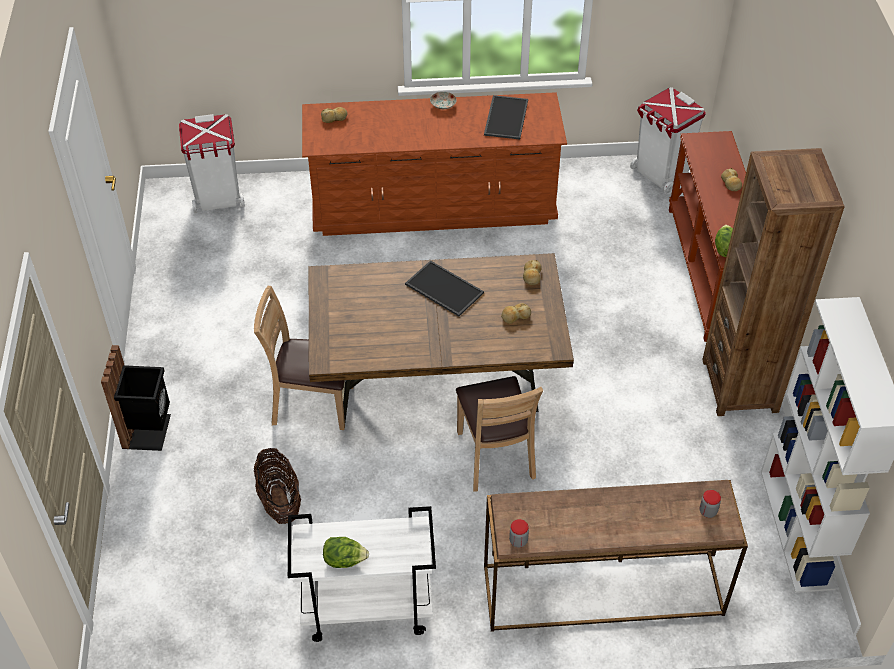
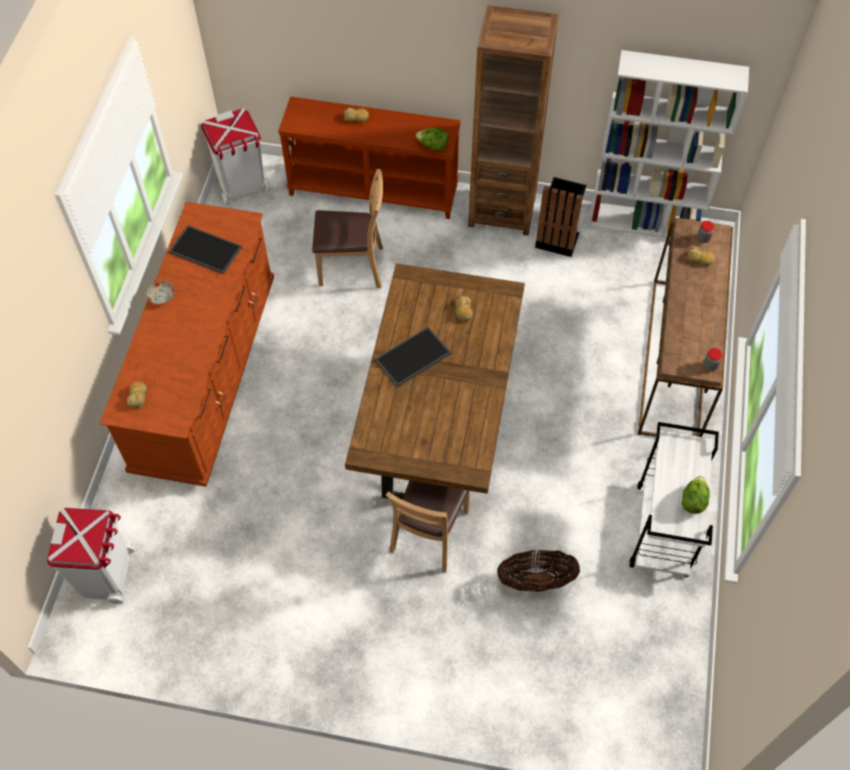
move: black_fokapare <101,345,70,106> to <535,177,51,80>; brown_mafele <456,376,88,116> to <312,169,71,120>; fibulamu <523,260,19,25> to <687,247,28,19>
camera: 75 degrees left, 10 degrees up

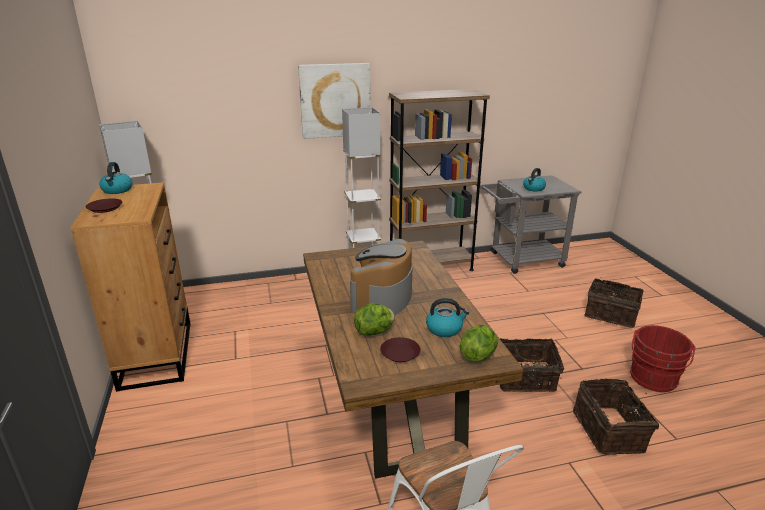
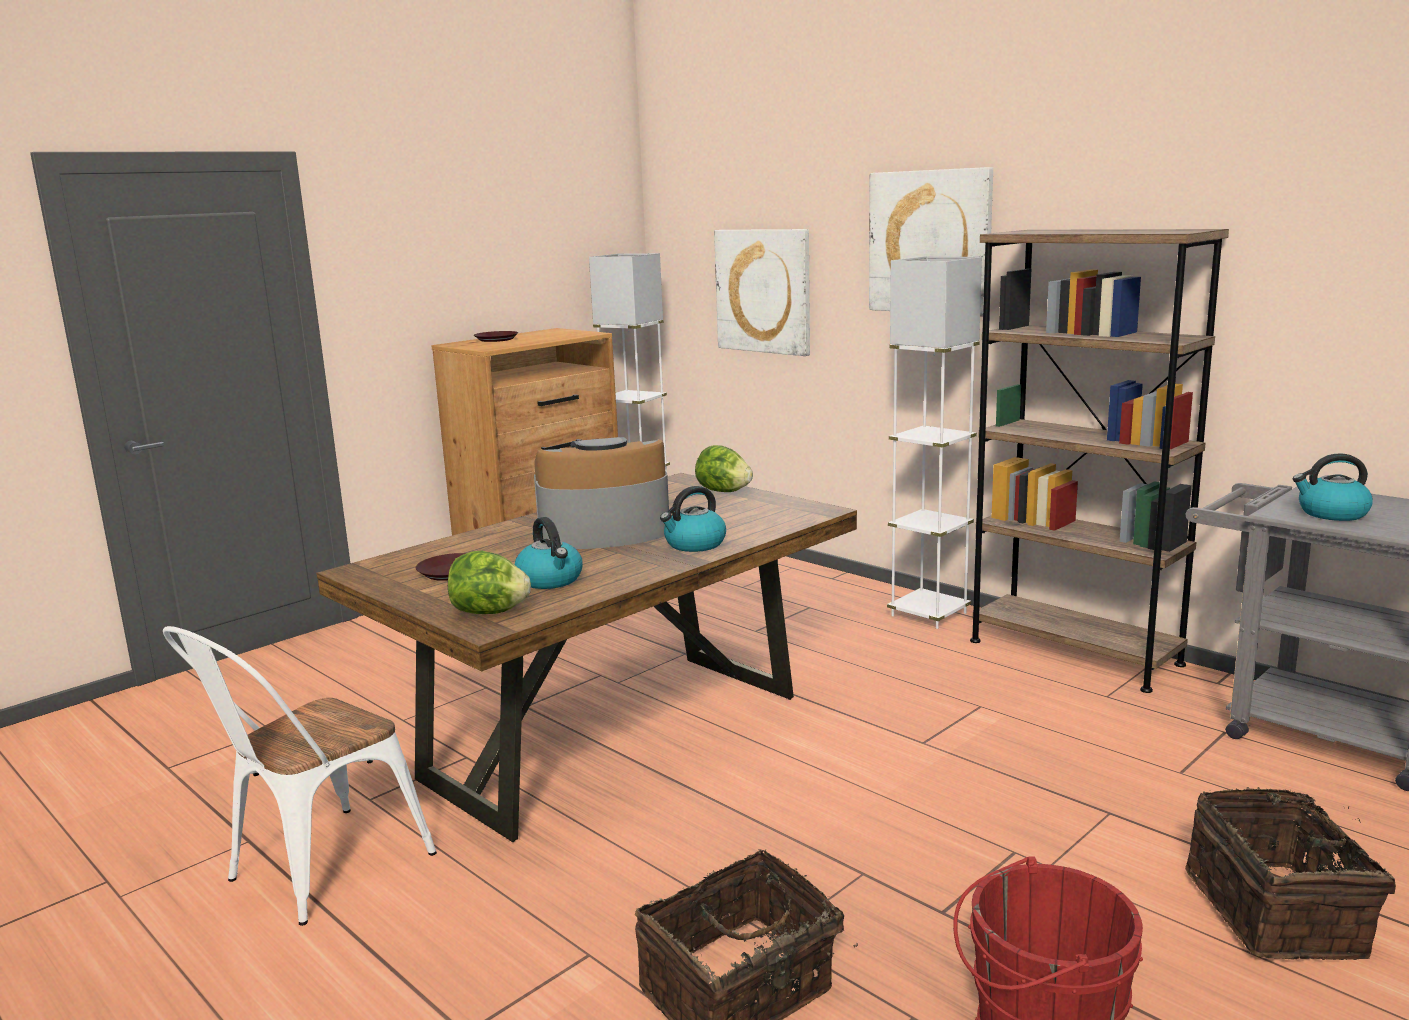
delete: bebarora <500,338,64,54>
insert: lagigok <714,229,96,127>
move: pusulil <99,162,34,32> to <660,486,66,66>; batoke <354,304,41,32> to <695,445,58,47>
camera: 60 degrees right, 10 degrees down

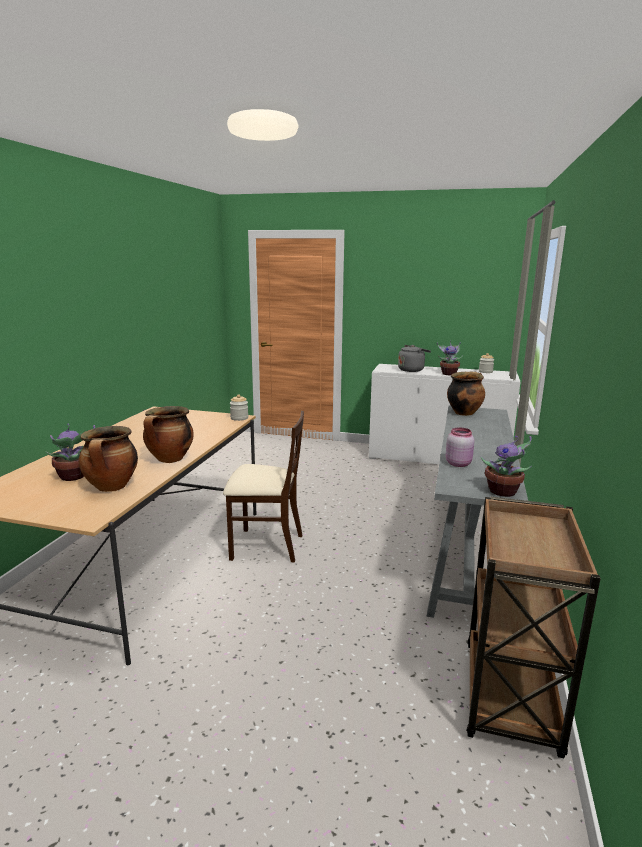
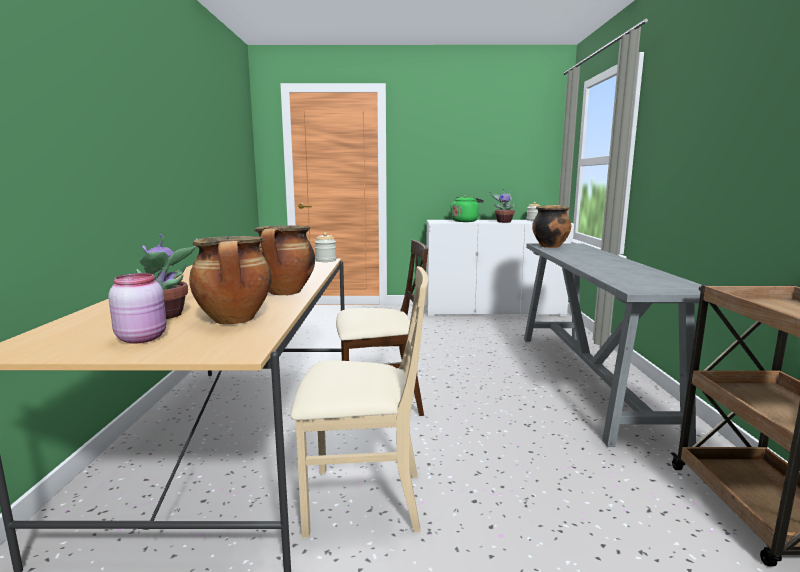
delete: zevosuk <481,436,51,61>
insert: beige_mafele <290,266,138,272>
move: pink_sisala <446,428,29,39> to <108,273,58,71>
recolor: grey_pusulil <398,345,33,27> to green_pusulil <450,195,34,27>
camera: 15 degrees left, 5 degrees down

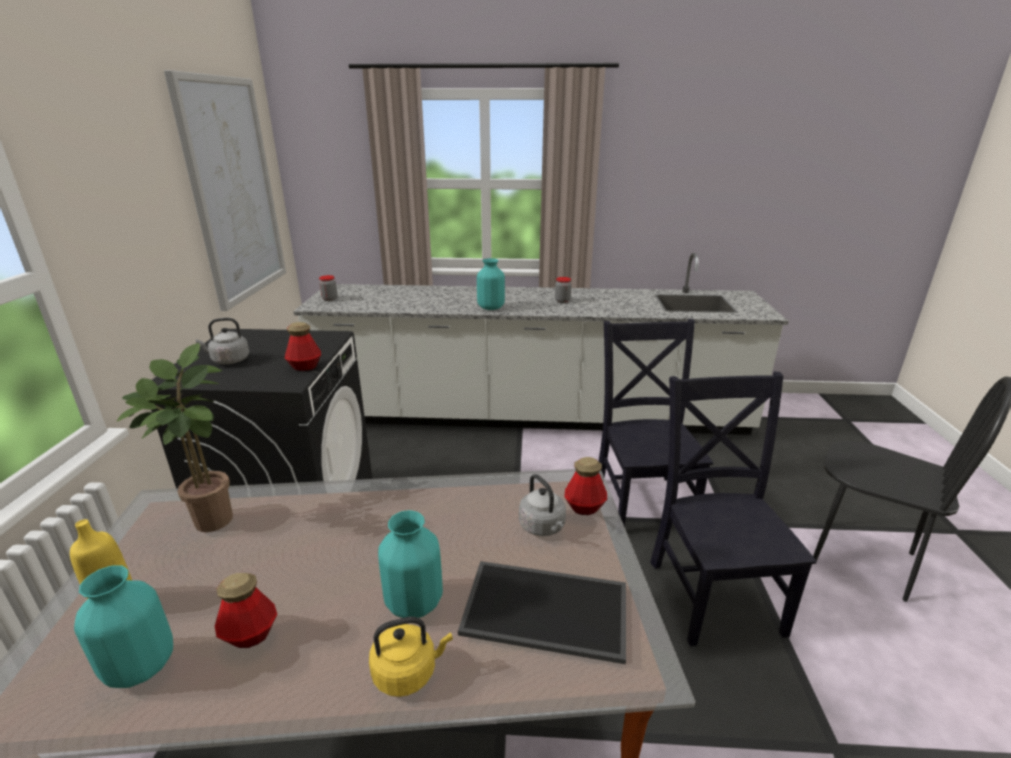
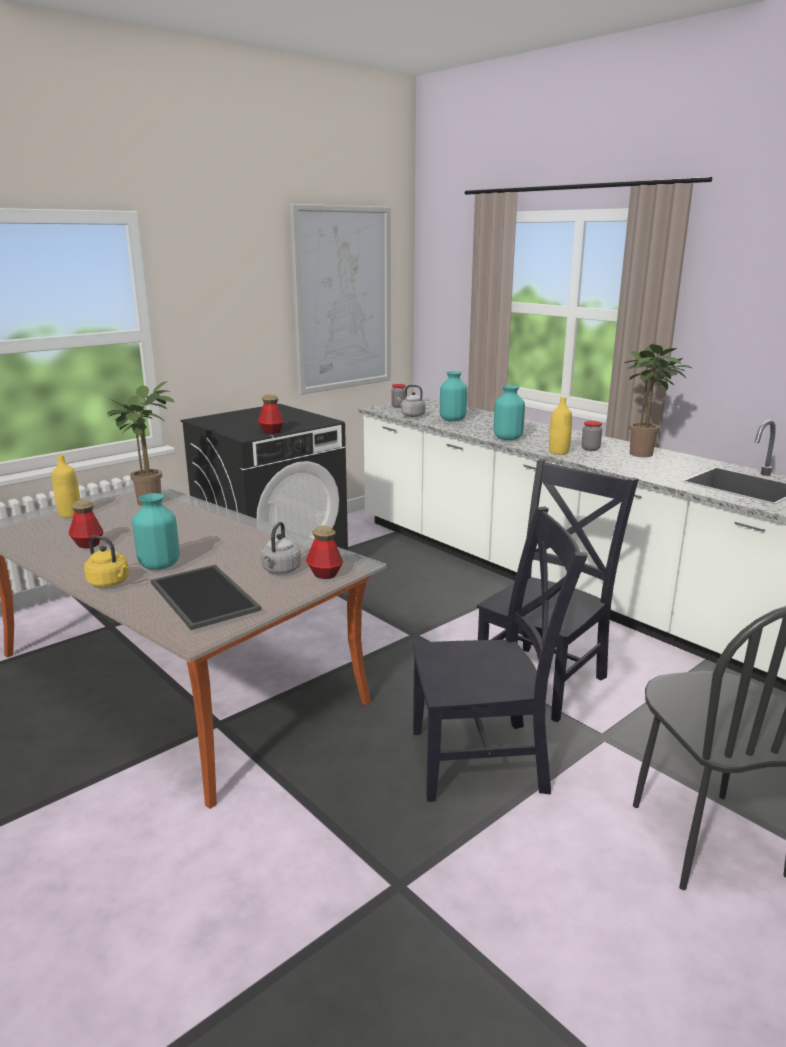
insert: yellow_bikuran <549,397,23,58>; zevosuk <625,344,67,113>
move: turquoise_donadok <74,565,99,123> to <440,371,27,50>; grey_pusulil <196,318,53,46> to <397,385,28,32>
rotate: black_mafele <650,372,167,274> = <413,506,175,296> 45 degrees clockwise
camera: 45 degrees right, 5 degrees down

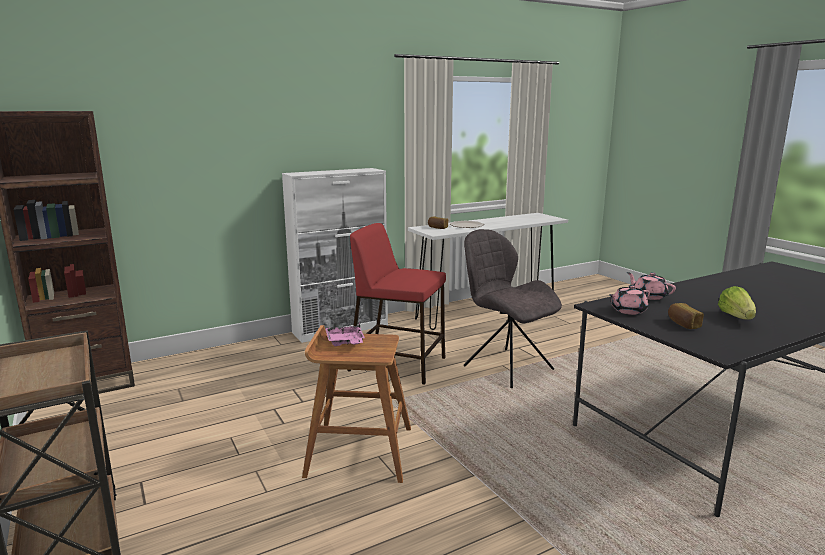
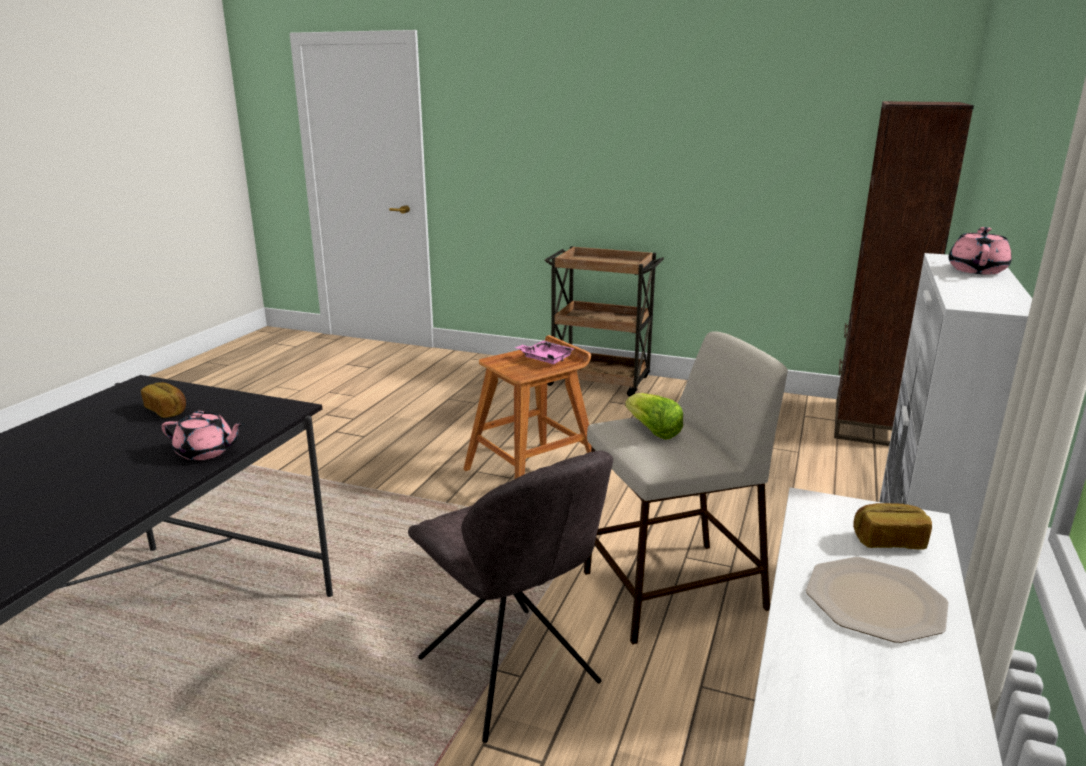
move: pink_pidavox <610,285,40,30> to <949,227,63,48>; batoke <718,286,38,34> to <625,393,58,47>
recolor: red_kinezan <348,223,98,162> to beige_kinezan <584,331,203,313>
rotate: grey_mafele <464,229,98,159> = <408,450,205,293> 45 degrees clockwise
camera: 140 degrees right, 5 degrees up

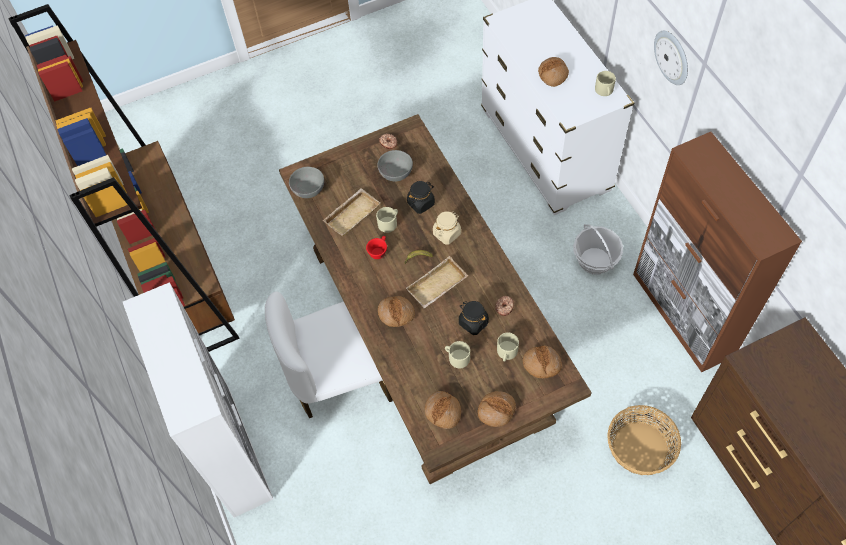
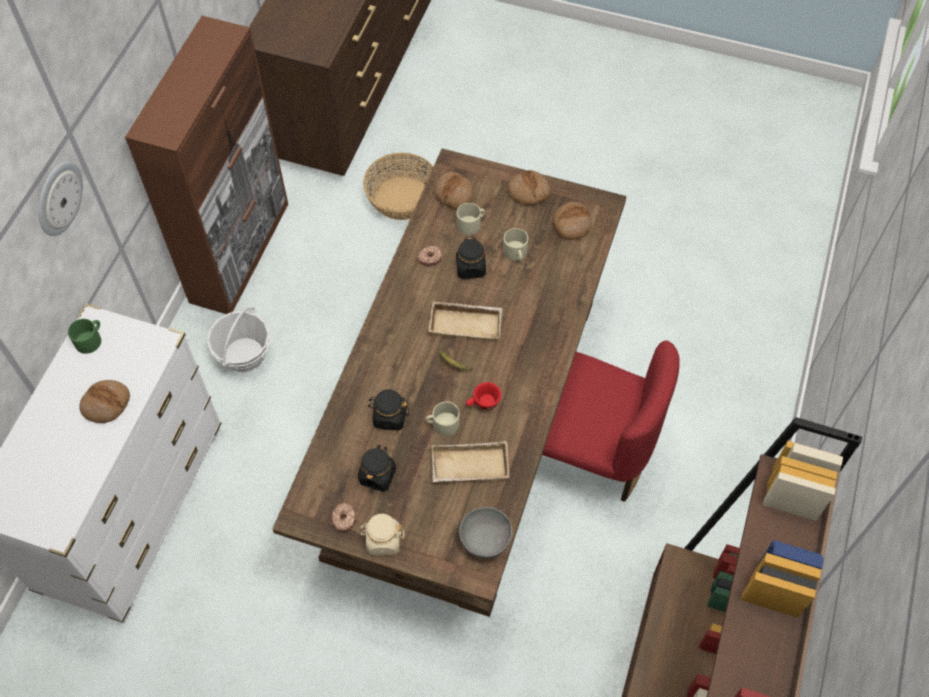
delete: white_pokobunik <123,282,150,236>; fibulamu <378,296,37,31>
move: beige_sisala <433,211,28,34> to <360,514,44,41>
replace: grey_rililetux <378,150,35,31> to black_sisala <358,445,38,46>
recolor: white_mafele <265,291,128,127> to red_mafele <542,340,138,162>; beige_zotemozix <595,71,21,25> to green_zotemozix <68,319,33,35>
camera: 140 degrees left, 0 degrees up

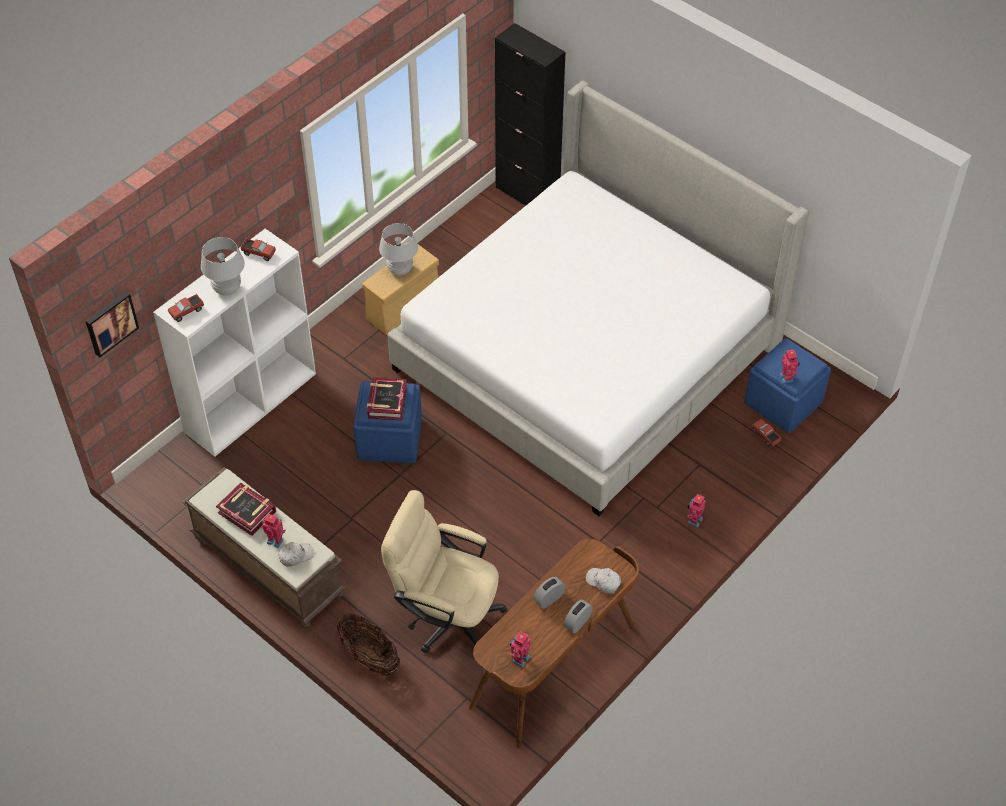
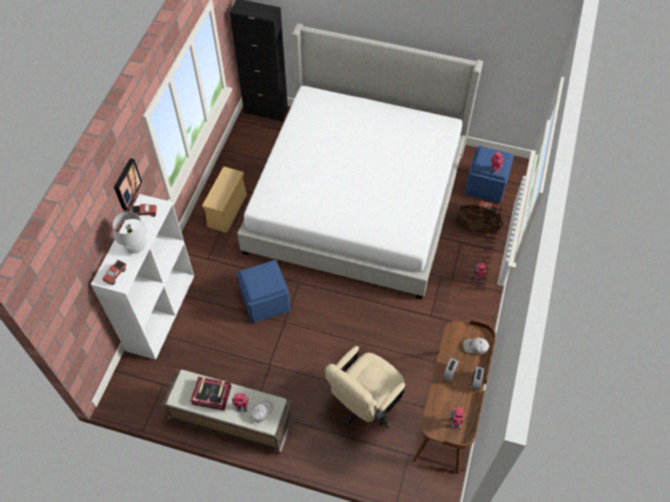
delete: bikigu <367,377,40,43>; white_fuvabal <379,223,39,52>
move: lagigok <86,291,53,66> to <114,158,28,53>; bebarora <337,613,63,64> to <456,205,48,28>
rotate: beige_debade <381,490,126,164> = <325,346,80,82> 45 degrees counterclockwise
camera: 25 degrees left, 5 degrees up

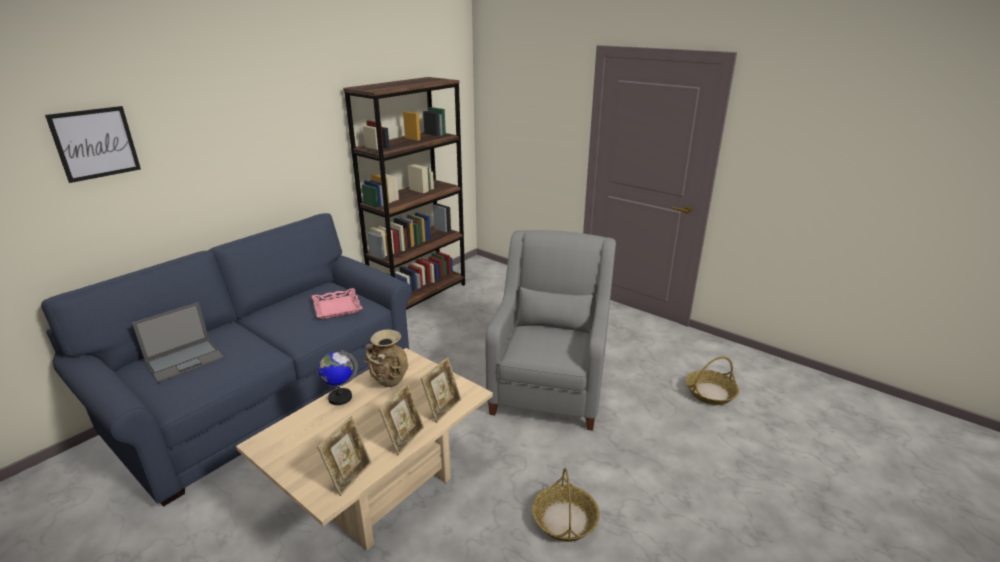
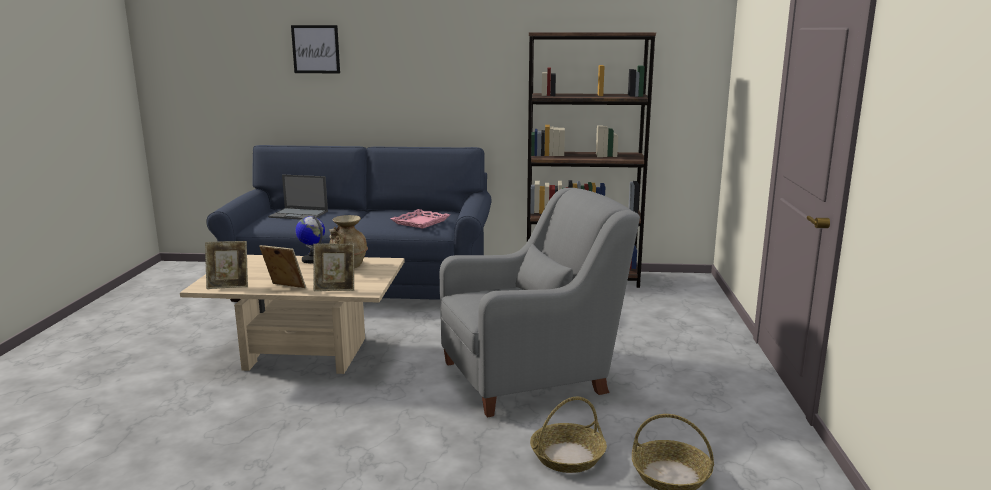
move: bebarora <532,468,68,74> to <530,397,77,76>
rotate: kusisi <379,383,45,72> = <259,245,47,43> 150 degrees counterclockwise
camera: 55 degrees right, 10 degrees down

